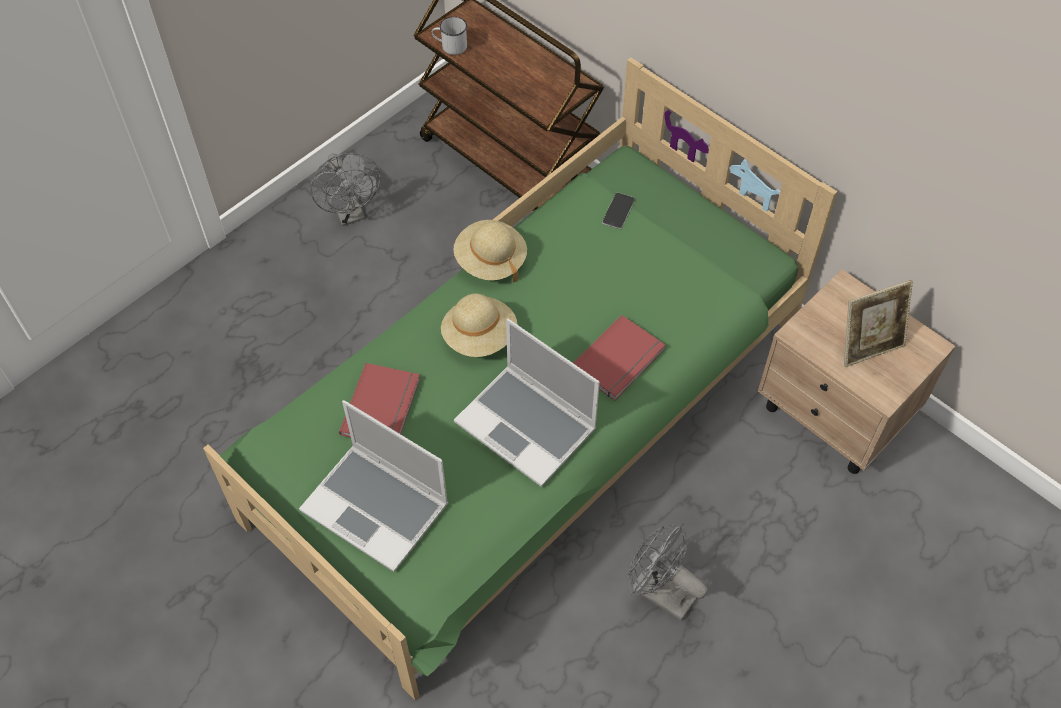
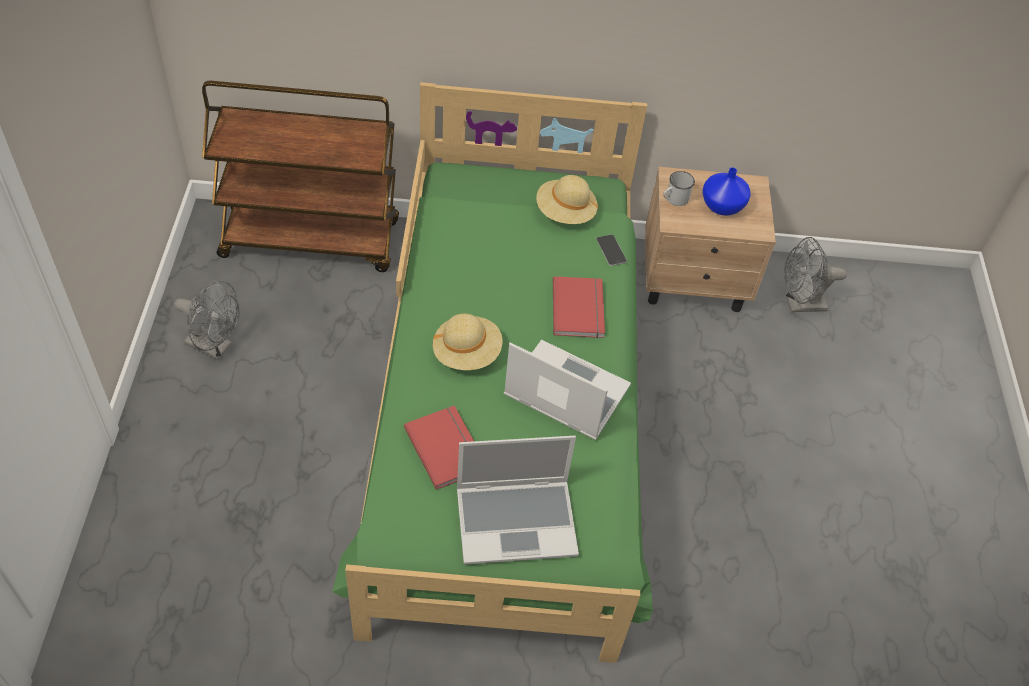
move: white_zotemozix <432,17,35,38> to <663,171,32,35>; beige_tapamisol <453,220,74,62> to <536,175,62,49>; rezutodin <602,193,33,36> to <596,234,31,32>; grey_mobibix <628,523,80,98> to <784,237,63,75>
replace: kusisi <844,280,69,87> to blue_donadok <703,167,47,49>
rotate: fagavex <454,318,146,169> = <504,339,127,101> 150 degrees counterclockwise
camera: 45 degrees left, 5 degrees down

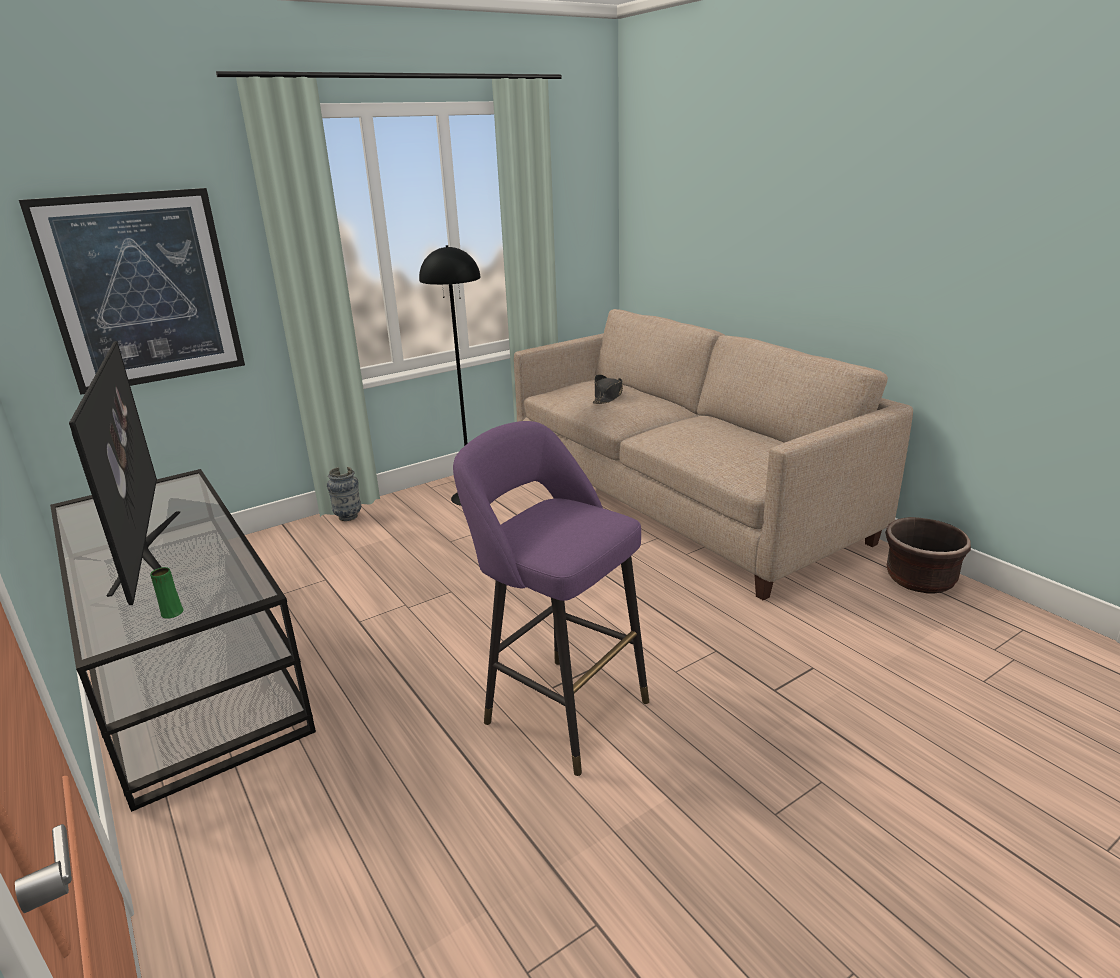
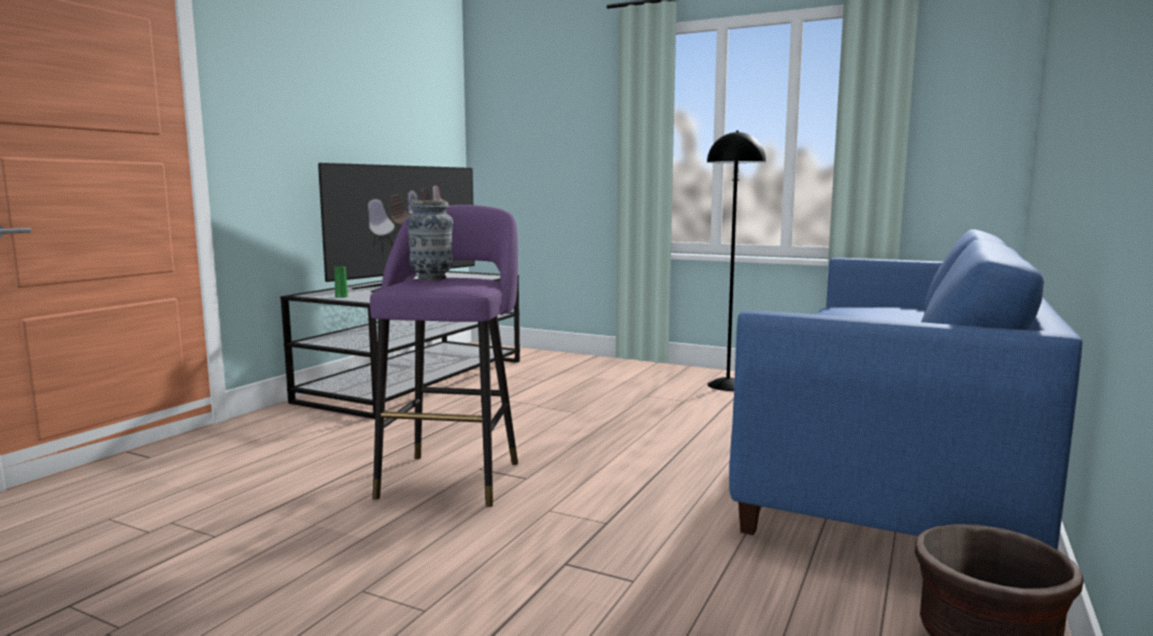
delete: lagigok <19,188,226,207>; black_tapamisol <593,374,30,30>
move: donadok <327,467,34,54> to <407,200,46,80>
recolor: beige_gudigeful <514,309,399,291> to blue_gudigeful <729,229,353,321>
camera: 60 degrees right, 15 degrees down

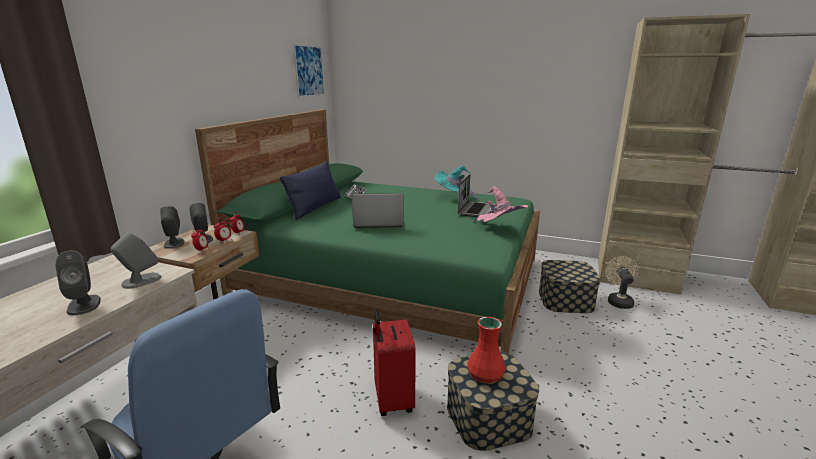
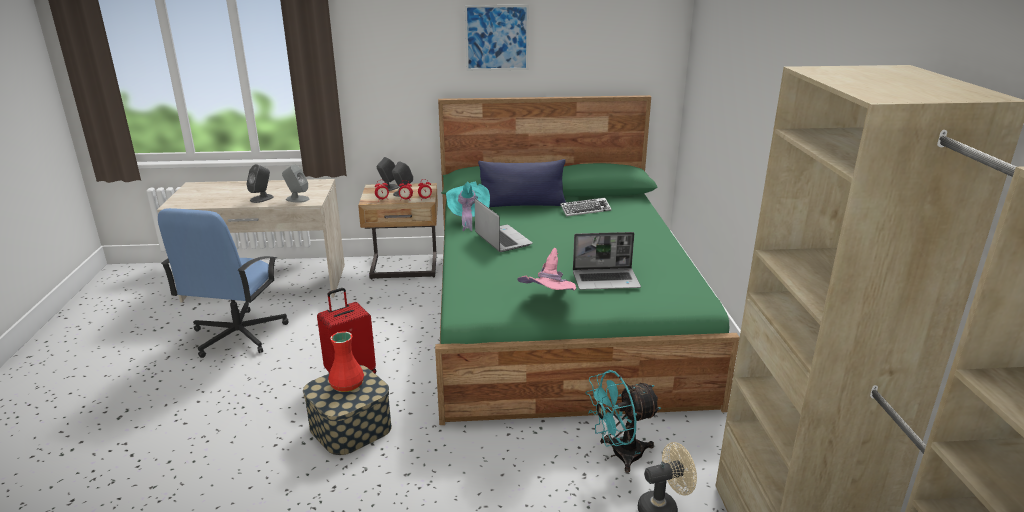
move: lagigok <293,44,32,54> to <465,5,64,66>; turquoise_tapamisol <434,165,45,37> to <446,182,44,49>
replace: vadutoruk <539,260,62,53> to turquoise_mobibix <586,370,75,103>
camera: 65 degrees right, 5 degrees up

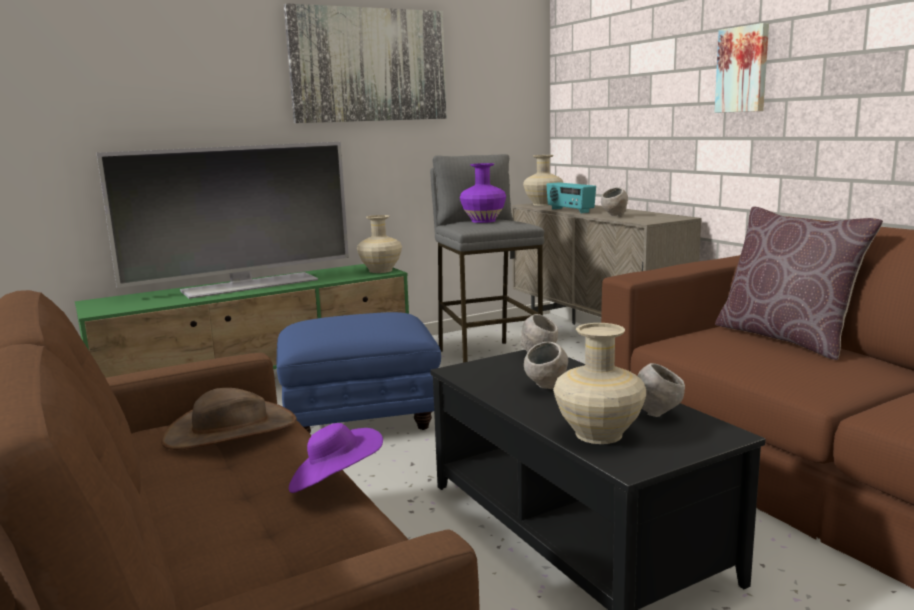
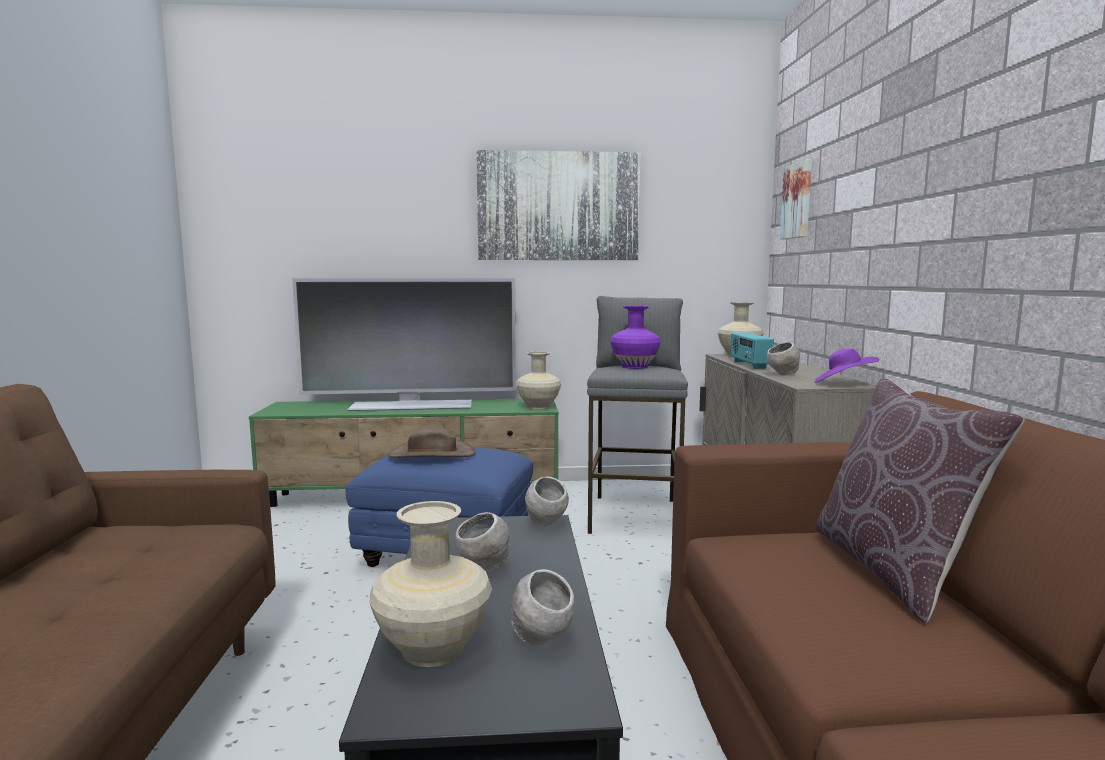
move: brown_tapamisol <161,388,136,62> to <388,426,88,32>; purple_tapamisol <289,423,94,70> to <814,348,65,35>; lagigok <715,23,54,90> to <780,160,32,79>
camera: 25 degrees right, 5 degrees down

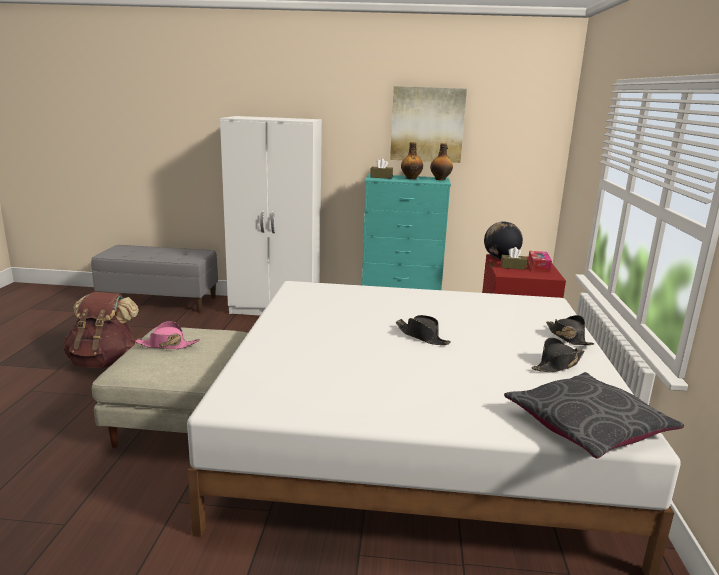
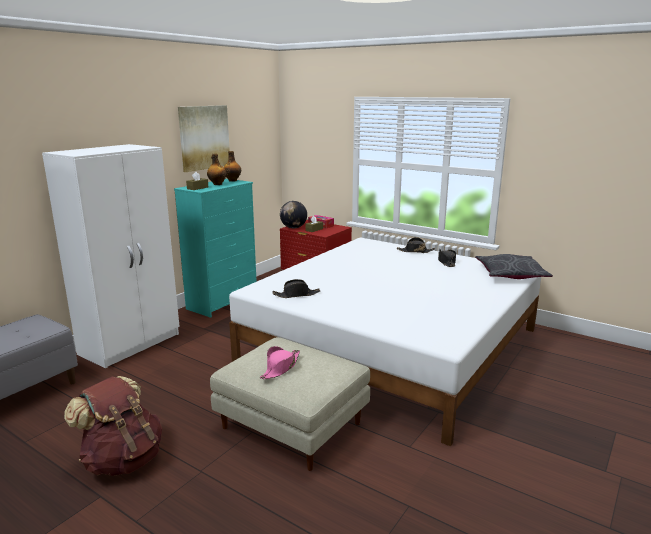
move: black_tapamisol <395,315,56,30> to <272,279,48,19>
camera: 60 degrees left, 0 degrees up

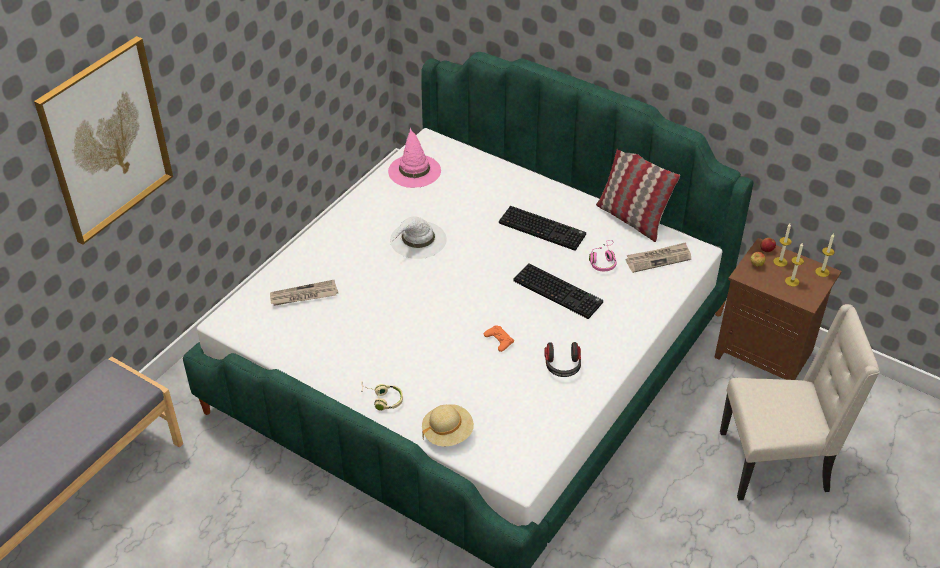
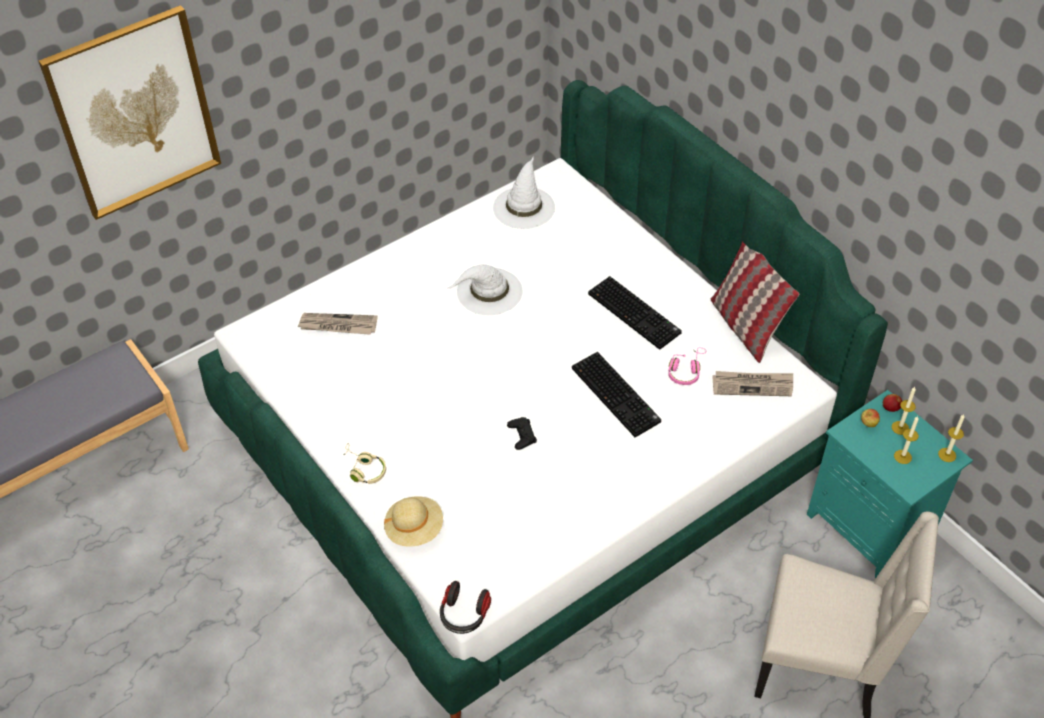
move: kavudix <544,342,37,35> to <440,581,51,53>
recolor: pink_tapamisol <388,128,53,60> to white_tapamisol <493,156,62,73>; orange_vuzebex <484,325,30,27> to black_vuzebex <507,417,30,33>; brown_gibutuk <714,238,128,142> to turquoise_gibutuk <807,390,166,189>
camera: 20 degrees right, 5 degrees up

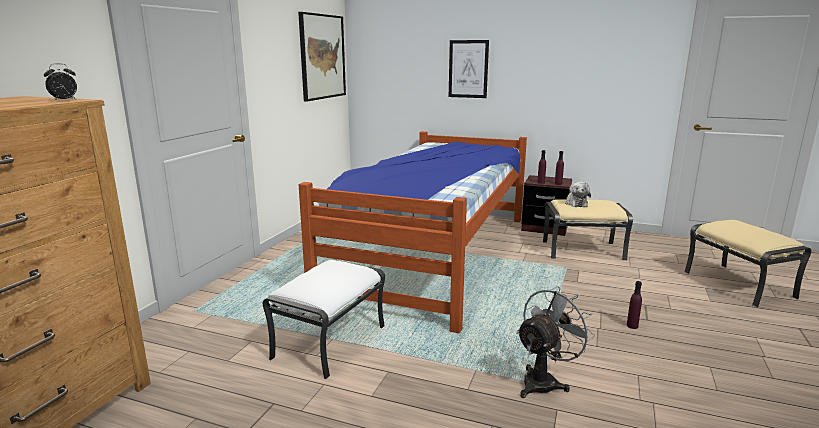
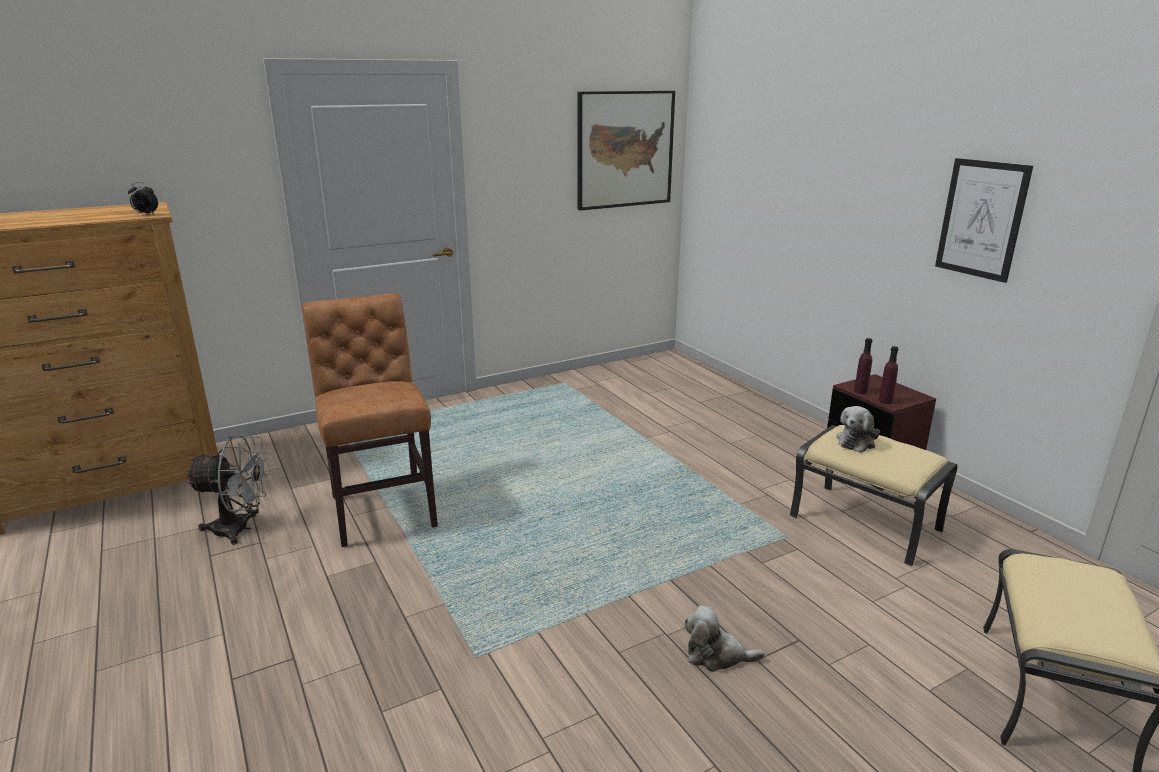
delete: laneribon <299,131,228,202>
move: lagigok <449,40,40,58> to <935,158,98,125>; grey_mobibix <516,286,79,112> to <186,434,84,111>
replace: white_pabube <263,259,122,120> to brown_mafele <302,293,136,254>; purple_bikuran <627,281,15,48> to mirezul <684,606,81,66>
camera: 40 degrees right, 5 degrees up

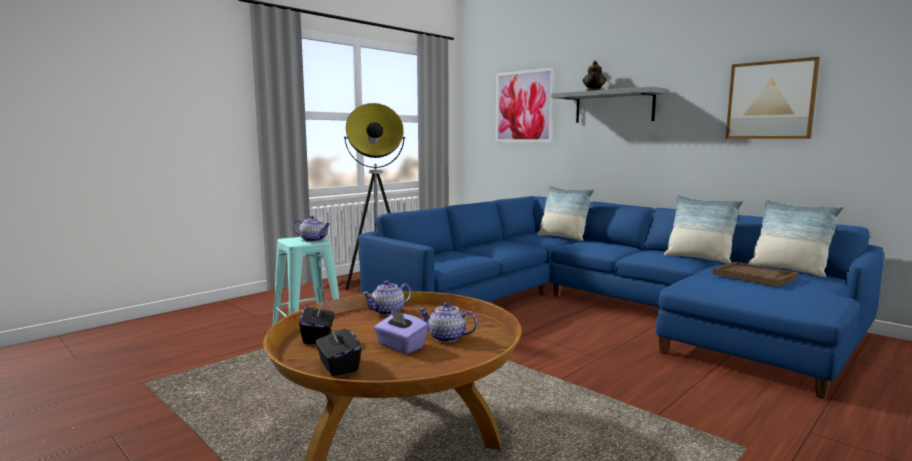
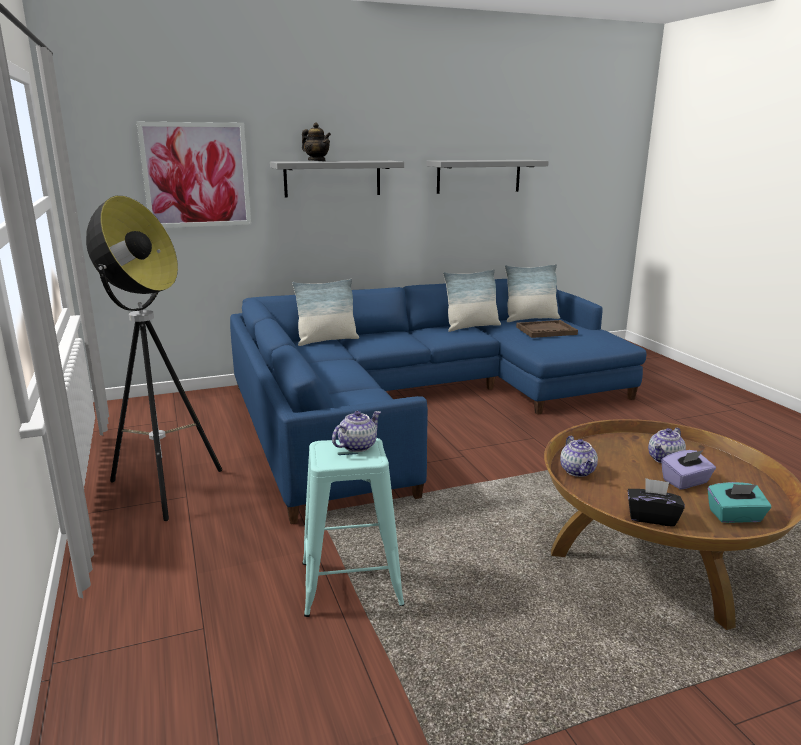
replace: lagigok <726,57,94,82> to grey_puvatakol <426,160,123,34>
recolor: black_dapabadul <315,326,46,50> to turquoise_dapabadul <708,482,63,41>
camera: 65 degrees left, 10 degrees up

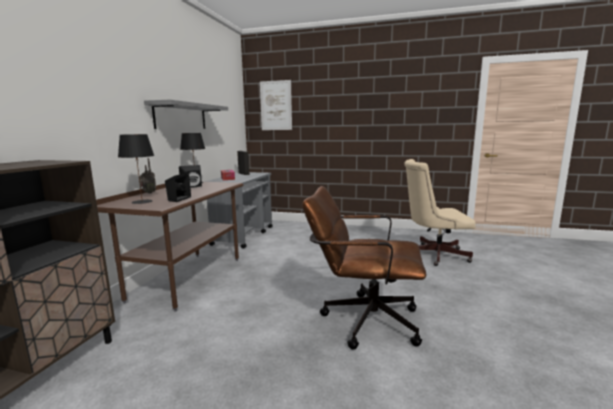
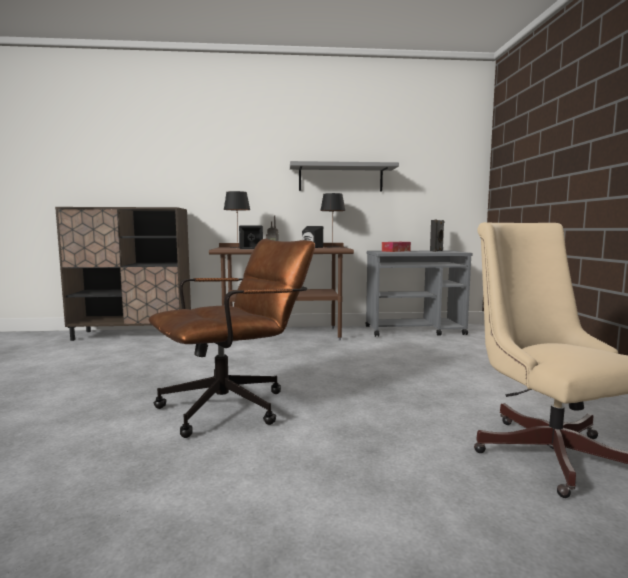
delete: lagigok <260,80,32,50>
rotate: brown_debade <302,186,124,164> = <149,239,166,199> 60 degrees clockwise
camera: 70 degrees right, 5 degrees down

